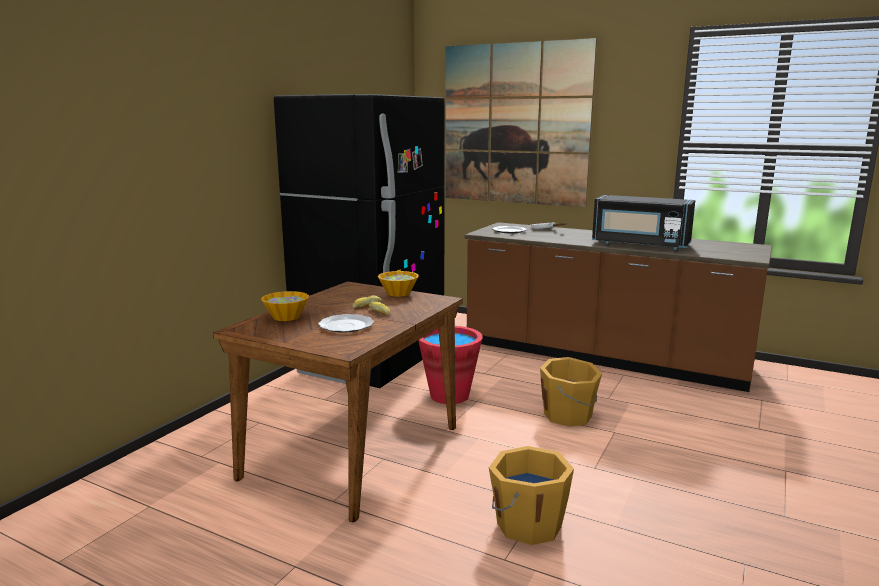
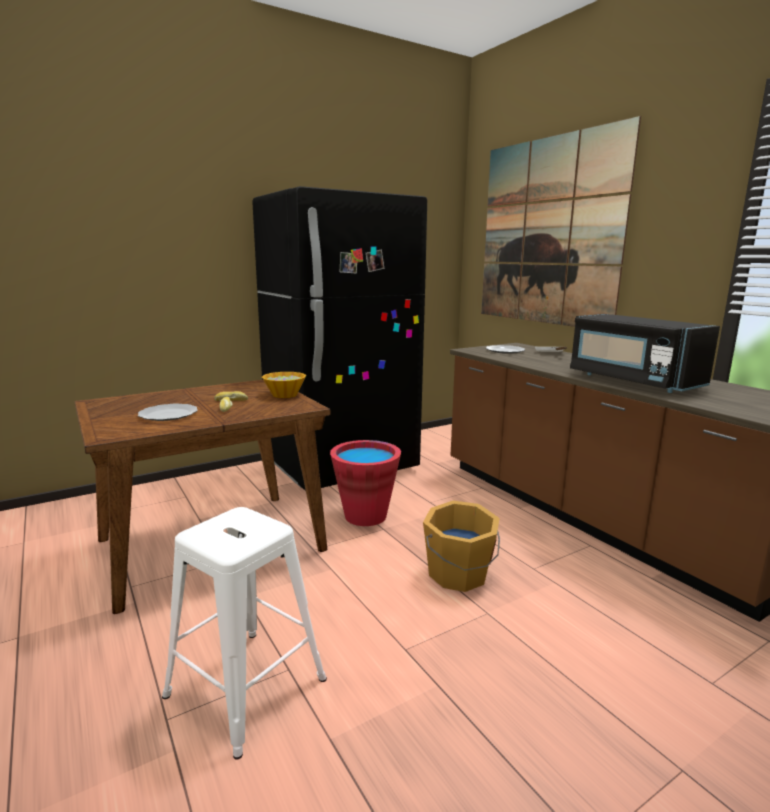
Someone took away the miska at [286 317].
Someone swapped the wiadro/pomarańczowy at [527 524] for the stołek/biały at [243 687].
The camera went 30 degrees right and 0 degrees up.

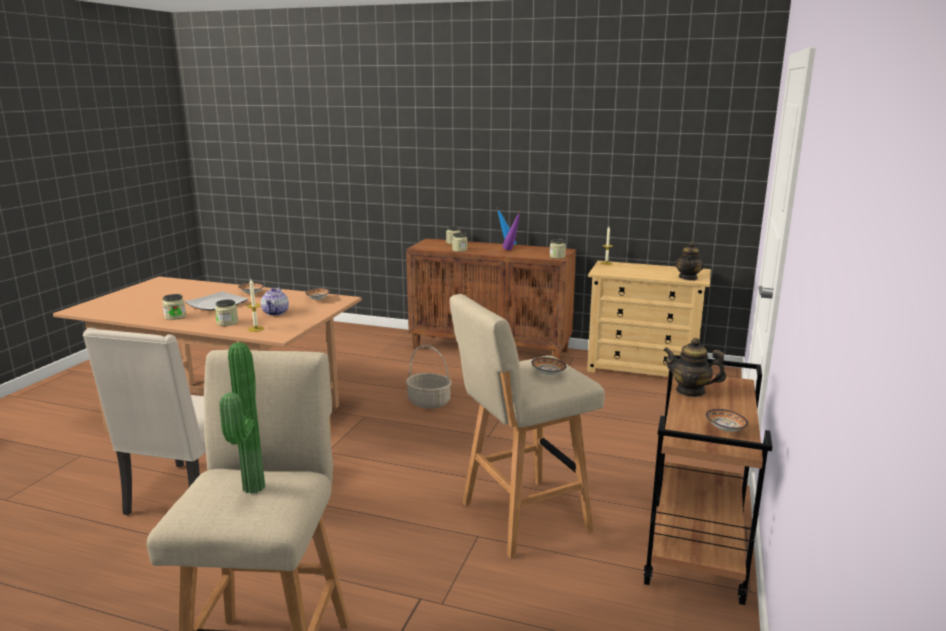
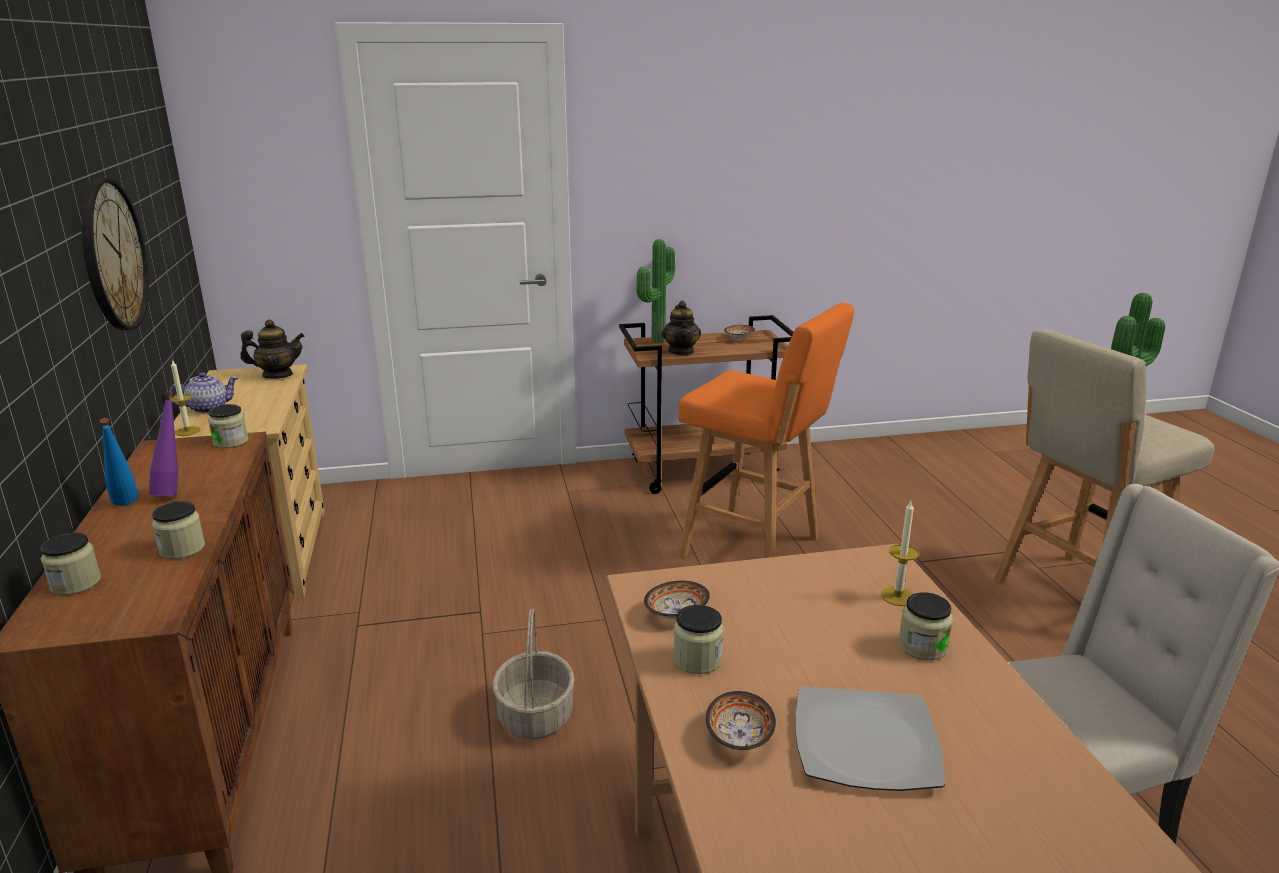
Someone carried the słoik from [175 316] to [697 659].
Someone carried the imbryk from [276 313] to [209 408].
Someone repainted the stołek/beżowy at [521 518], which became the stołek/pomarańczowy at [754 548].
Someone took away the miska at [548 373].
Someone put up the zegar ścienny at [113 255].
Someone put down the roślina doniczkowa at [655 340].
The camera went 120 degrees left and 5 degrees up.

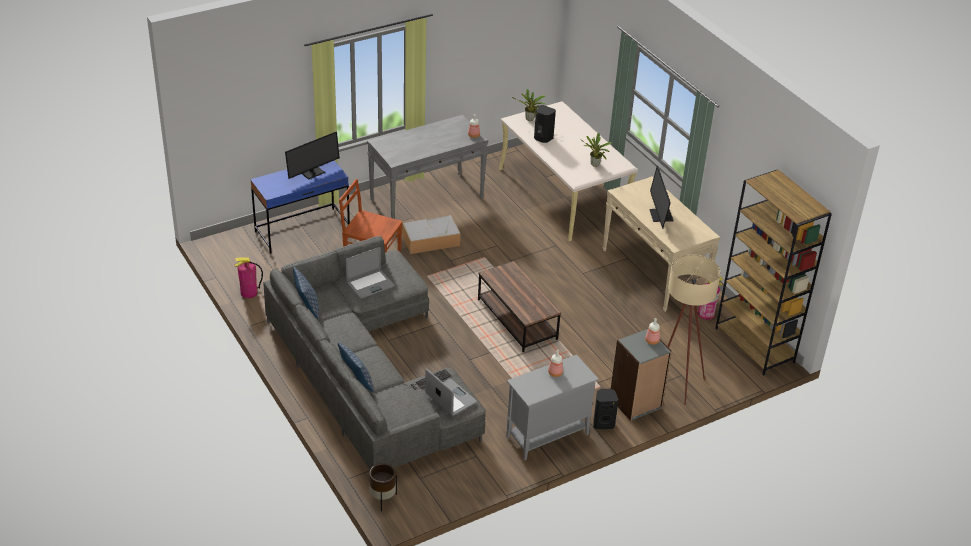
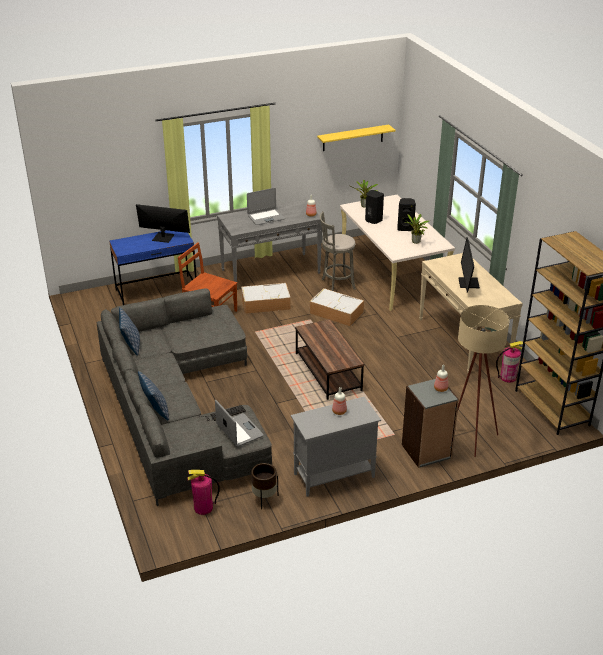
Someone carried the gaśnica from [249 292] to [203 508].
Someone rotated the monitor at [311 171] by 135 degrees counterclockwise.
Someone carried the laptop from [370 284] to [266 217].
Someone carried the donica/brązowy from [382 499] to [264 499].
Someone carried the głośnik/czarny from [603 423] to [405 228].
Someone put down the pojemnik do przechowywania at [337 313].
Someone put up the półka/żółty at [353 138].
Someone put down the stołek/szary at [336 284].
The camera went 10 degrees right and 5 degrees down.

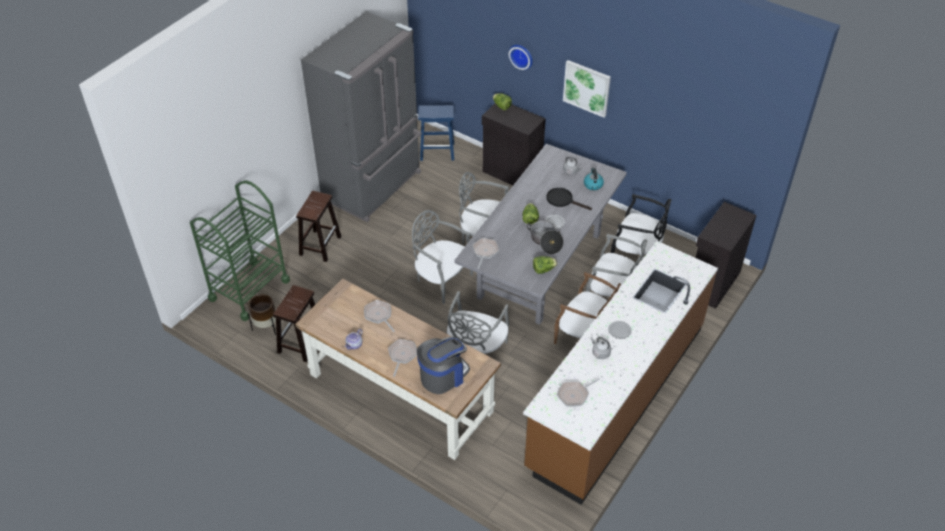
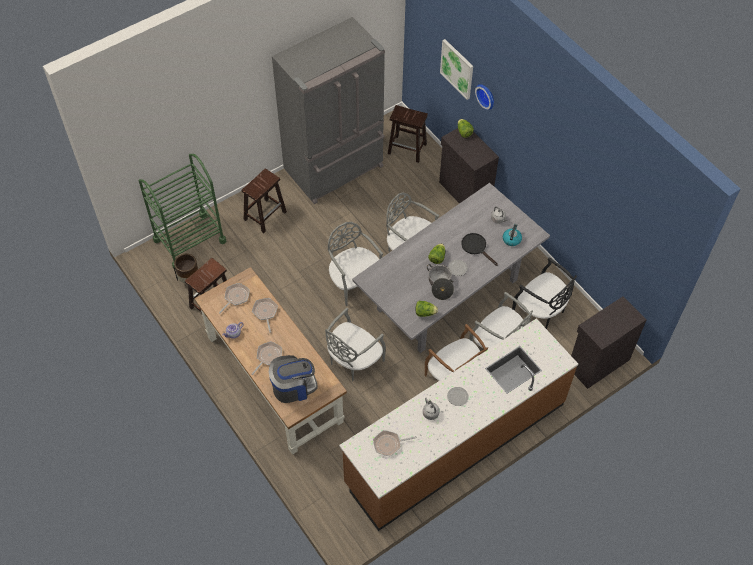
Someone repainted the stołek/niebieski at [438 151], which became the stołek/brązowy at [407 149].
Someone carried the patelnia from [485 252] to [235 297].
Someone carried the obraz from [587 88] to [457 68].
The camera went 20 degrees right and 10 degrees up.

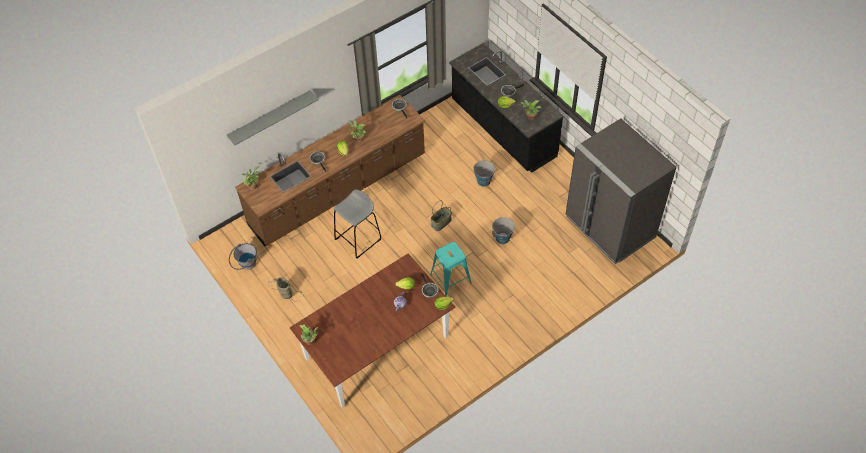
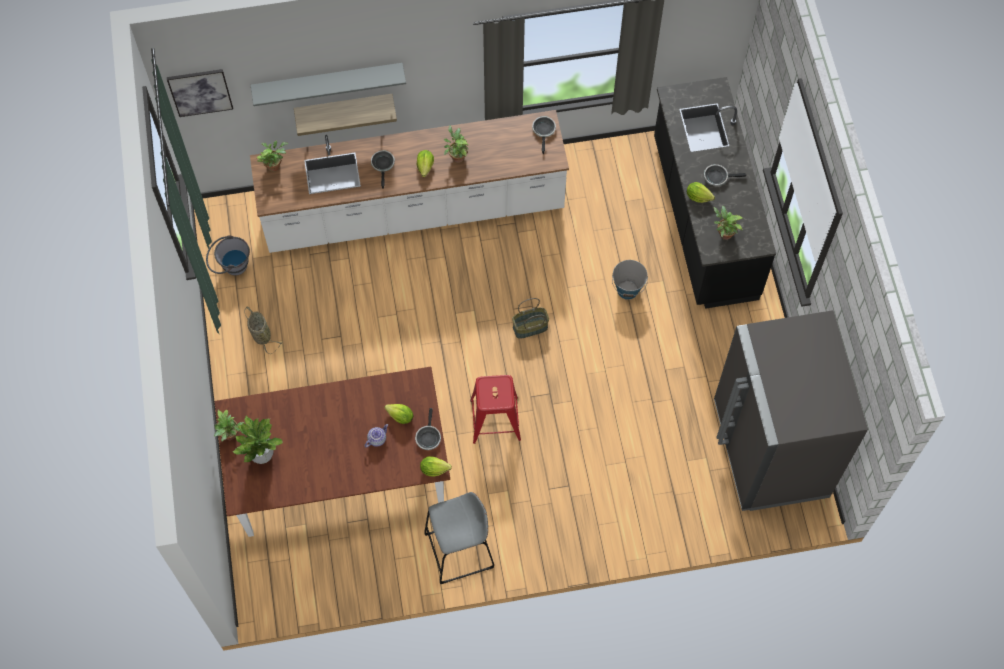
Someone repainted the zabudowa kuchenna/brązowy at [338 191], which became the zabudowa kuchenna/biały at [414 211].
Someone carried the stołek/szary from [358 239] to [459 551].
Someone repainted the stołek/turkusowy at [451 279], which became the stołek/czerwony at [495 420].
Someone took away the wiadro at [502 238].
Someone put up the obraz at [200 92].
Someone put down the roślina doniczkowa at [262 455].
Someone put up the półka at [344 108].
The camera went 25 degrees right and 10 degrees up.

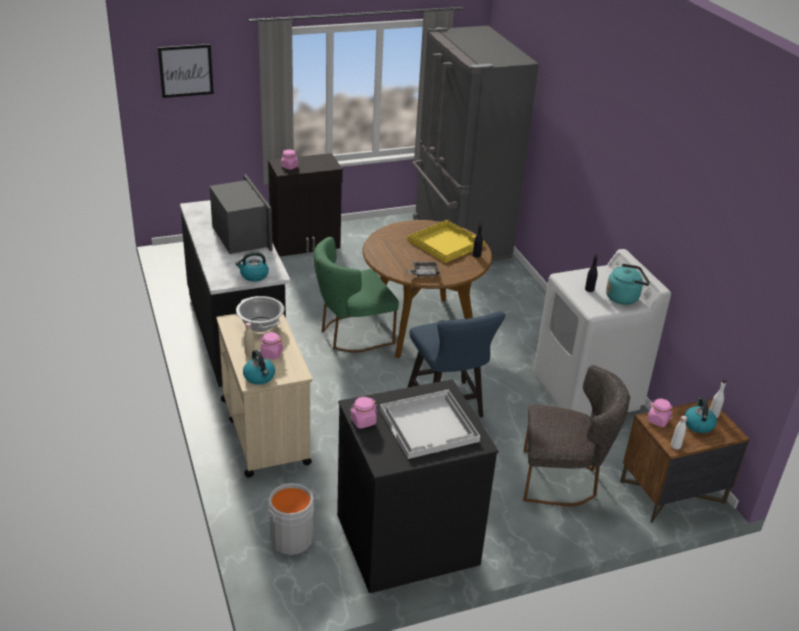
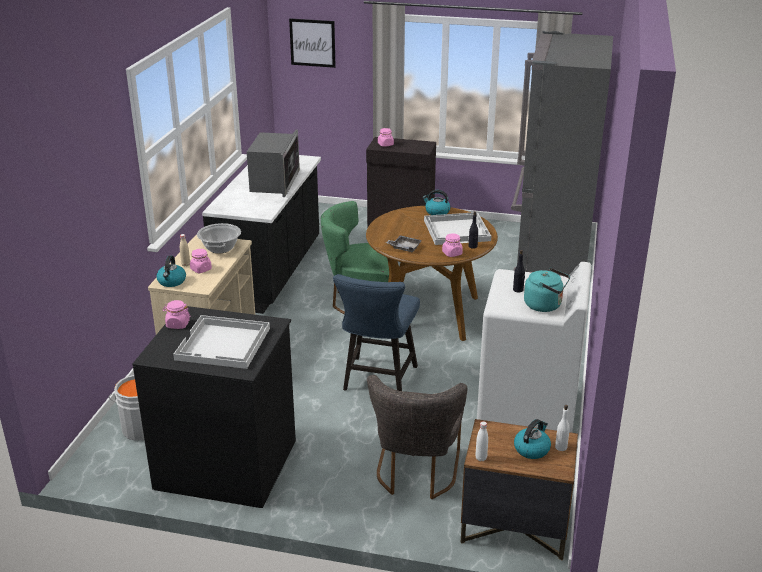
Someone carried the czajnik from [254 275] to [437 212].
Someone repainted the taca/żółty at [446 242], which became the taca/biały at [457 230].
Someone rotated the krzesło/szary at [563 479] by 60 degrees clockwise.
Someone carried the słoik/różowy from [657 420] to [452 253].
The camera went 35 degrees right and 5 degrees down.

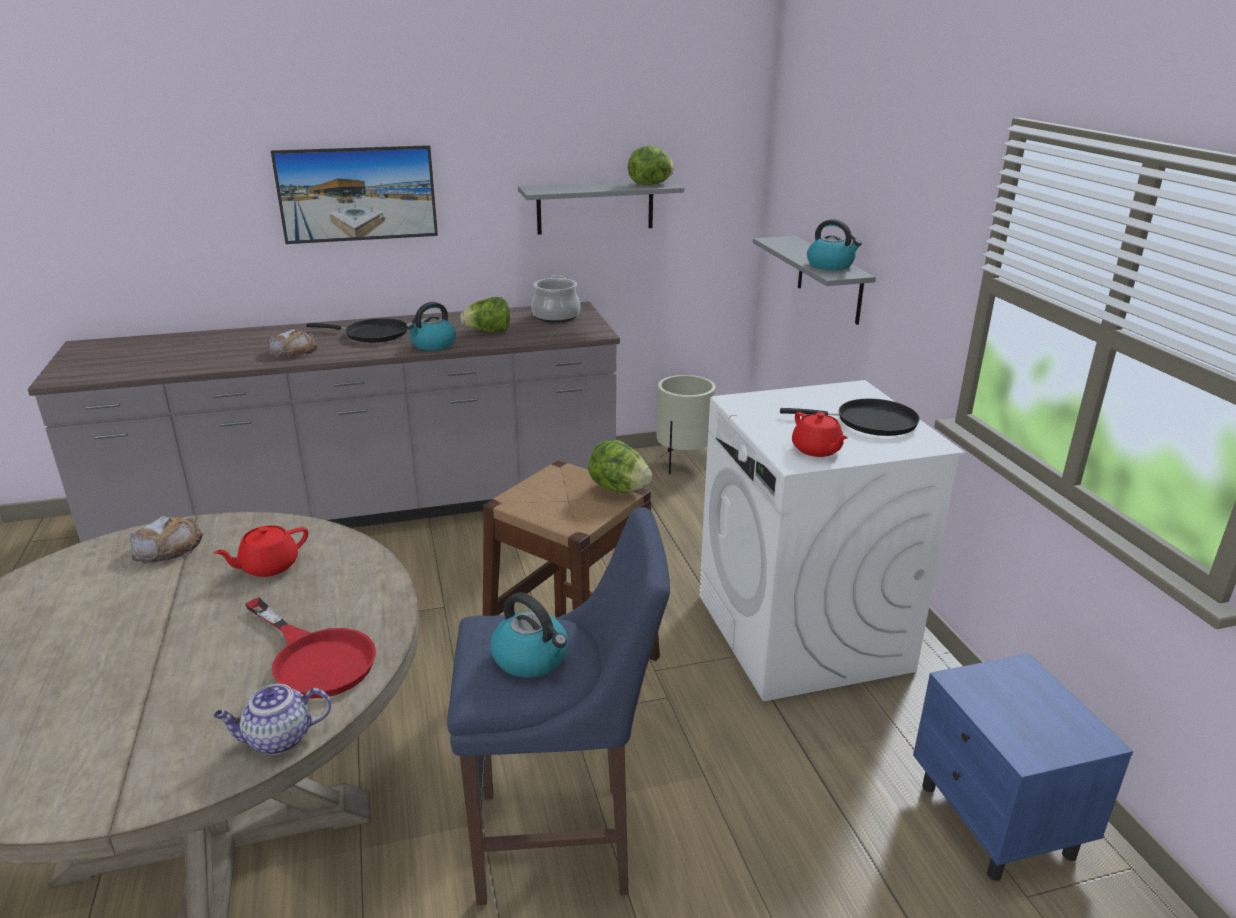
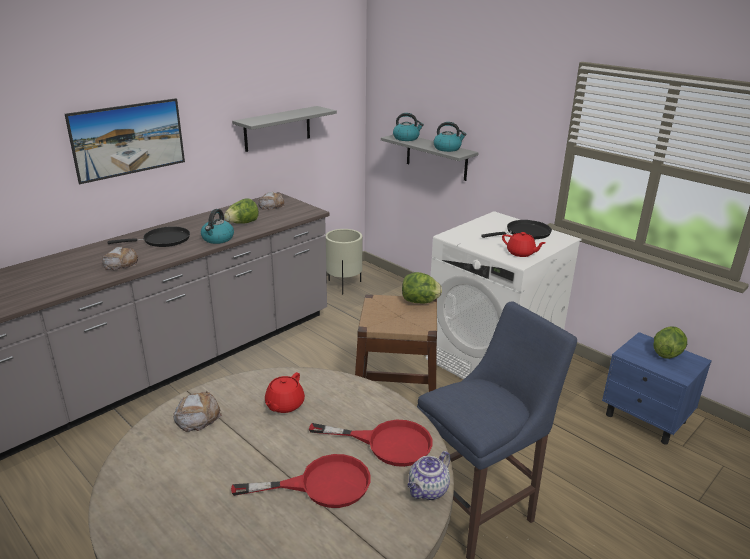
Someone carried the czajnik from [531 658] to [406 138].
Someone swapped the garnek at [555 316] for the chleb at [271 205].
Someone carried the sałata from [651 184] to [667 353].
Someone put down the patelnia/czerwony at [321 485].
The camera went 30 degrees left and 0 degrees up.

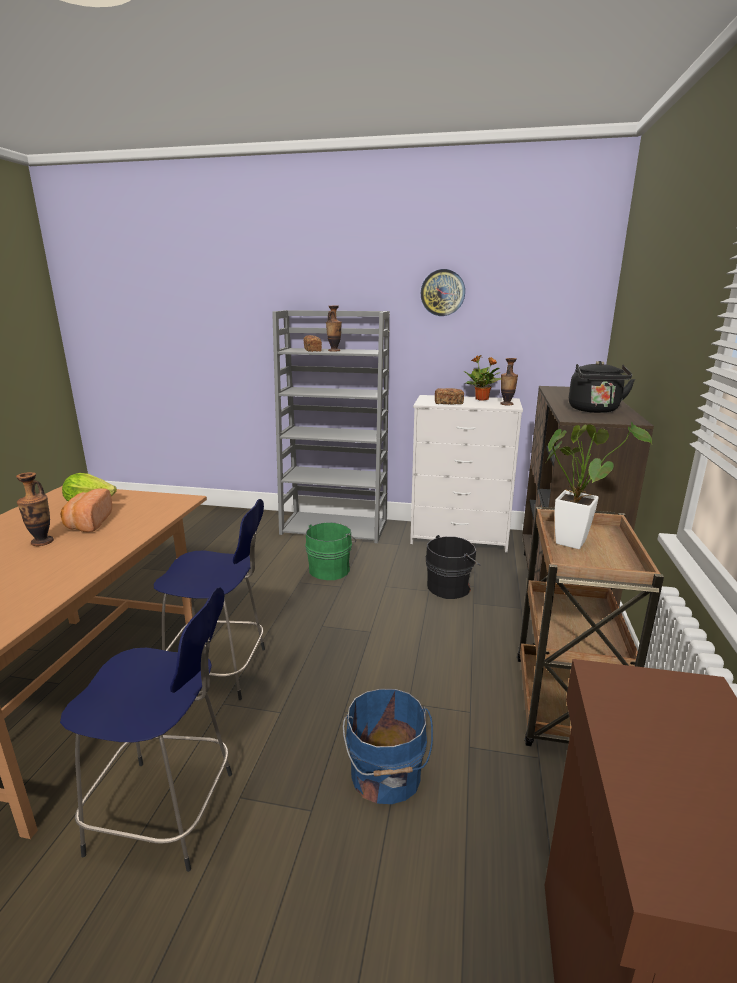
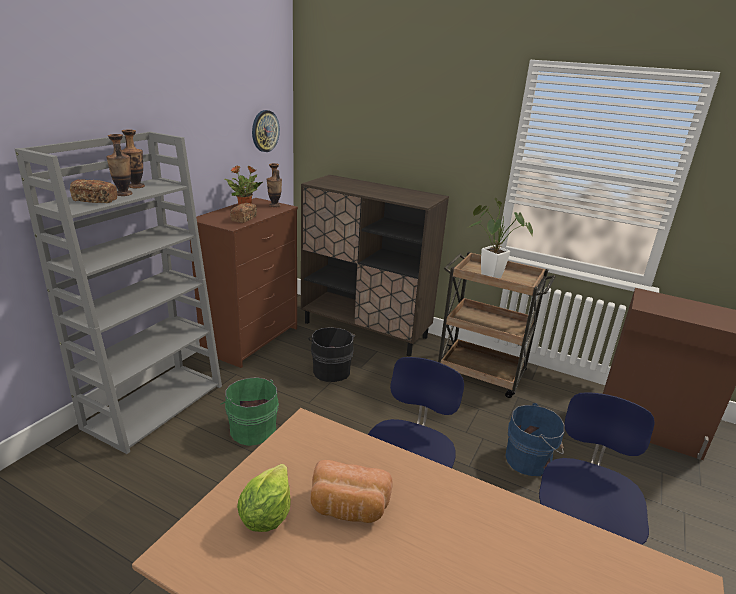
Someone carried the wazon from [42 542] to [136 186].
Someone repainted the komoda/biały at [460 537], which became the komoda/brązowy at [251 339].
Someone carried the zegar ścienny from [442 292] to [265 131].
Someone took away the czajnik/czarny at [595 410].
The camera went 75 degrees left and 5 degrees up.

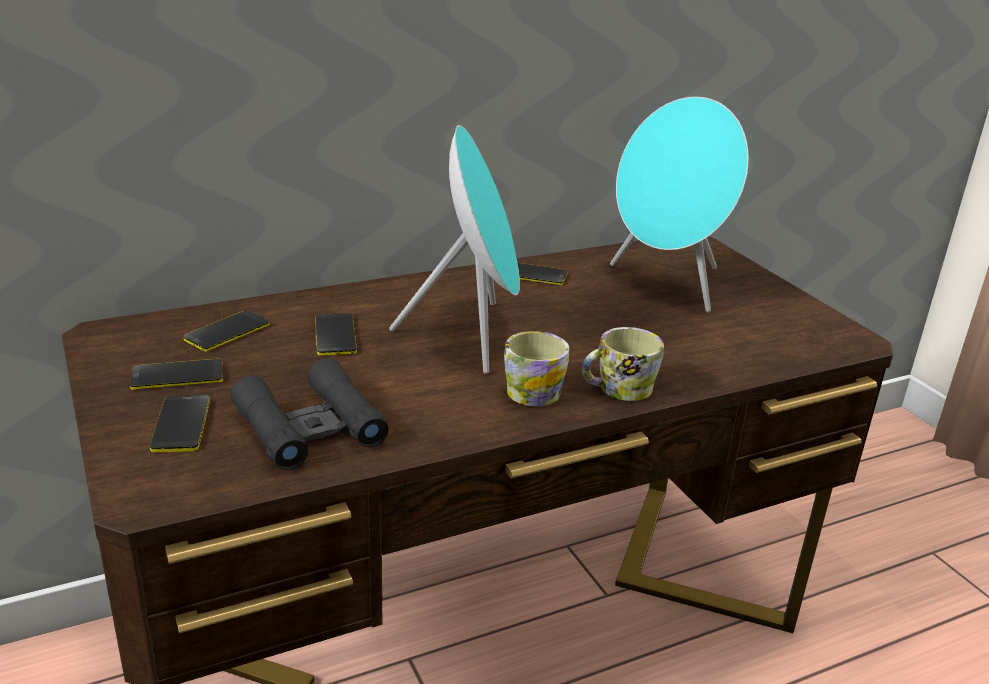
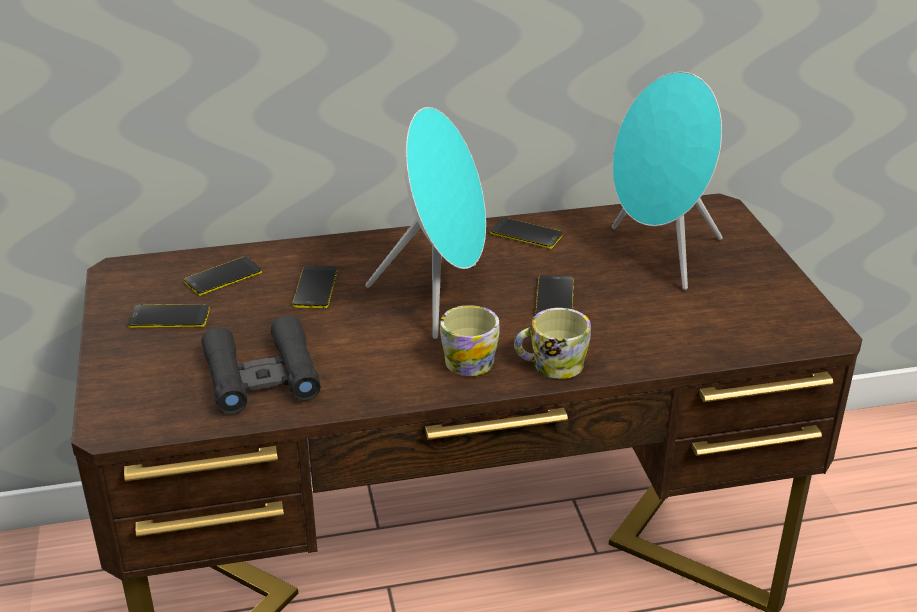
Someone carried the telefon from [181 424] to [554 298].
The camera went 15 degrees right and 5 degrees up.

